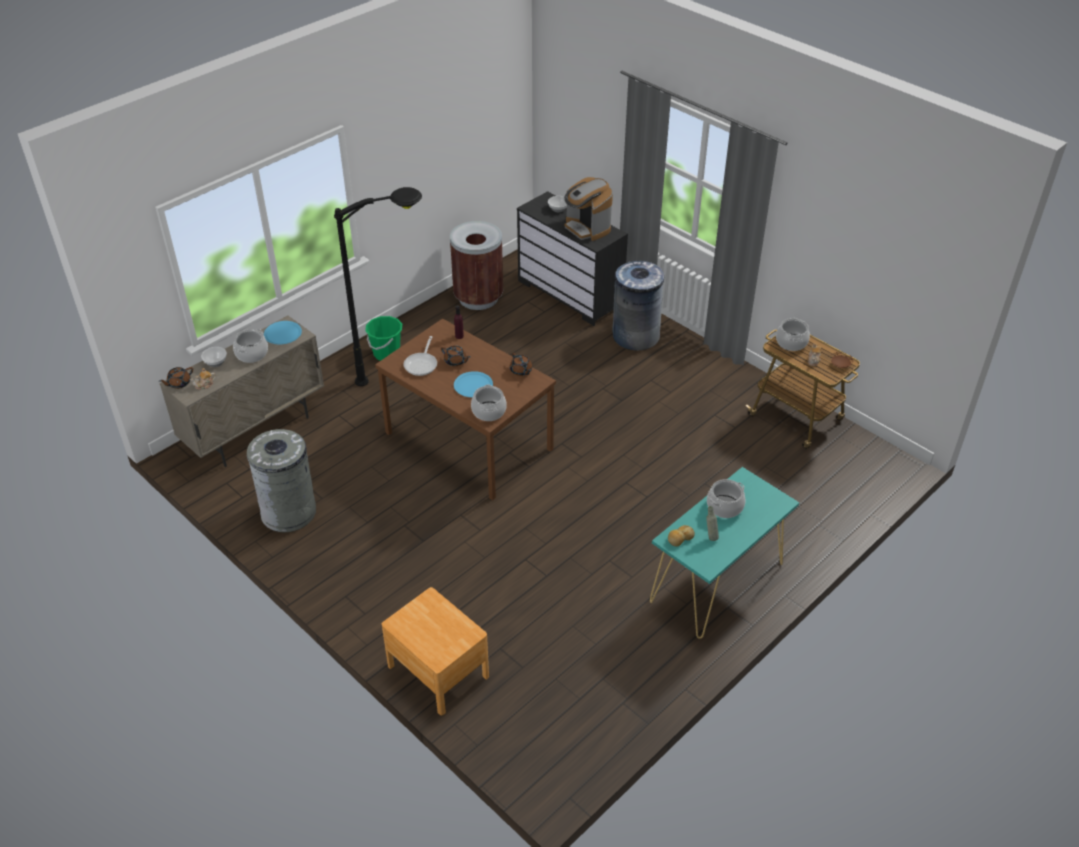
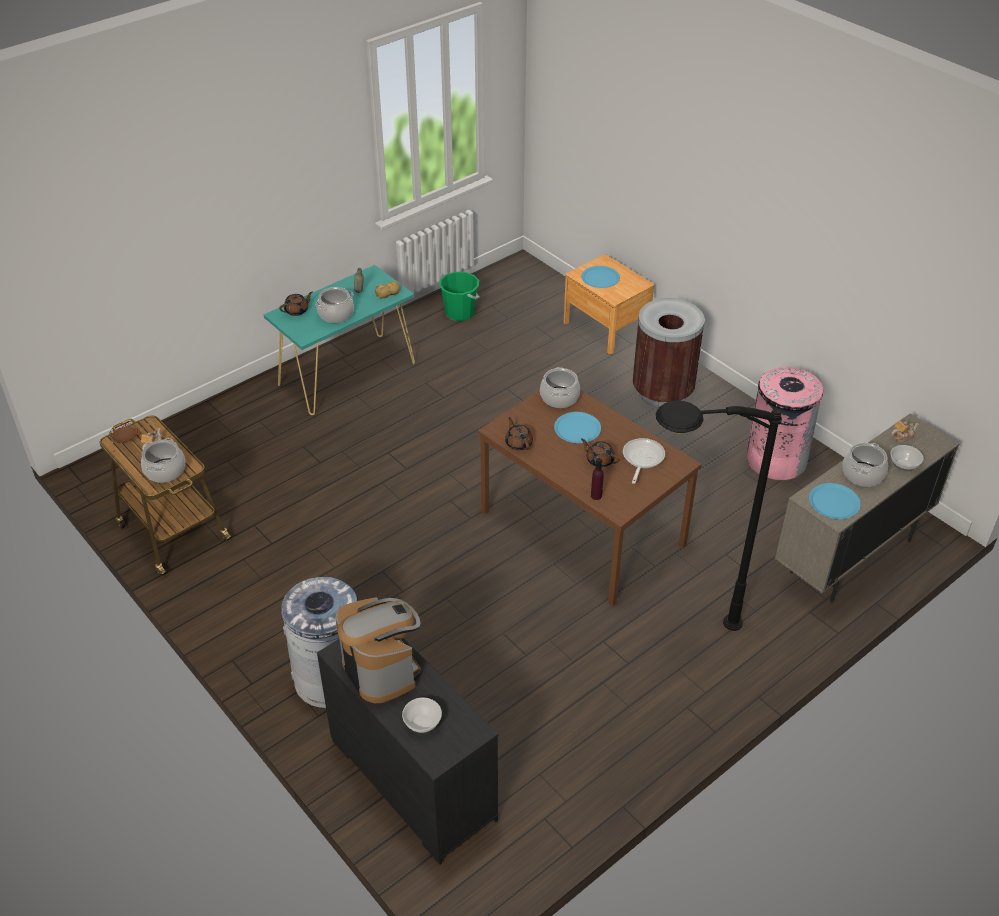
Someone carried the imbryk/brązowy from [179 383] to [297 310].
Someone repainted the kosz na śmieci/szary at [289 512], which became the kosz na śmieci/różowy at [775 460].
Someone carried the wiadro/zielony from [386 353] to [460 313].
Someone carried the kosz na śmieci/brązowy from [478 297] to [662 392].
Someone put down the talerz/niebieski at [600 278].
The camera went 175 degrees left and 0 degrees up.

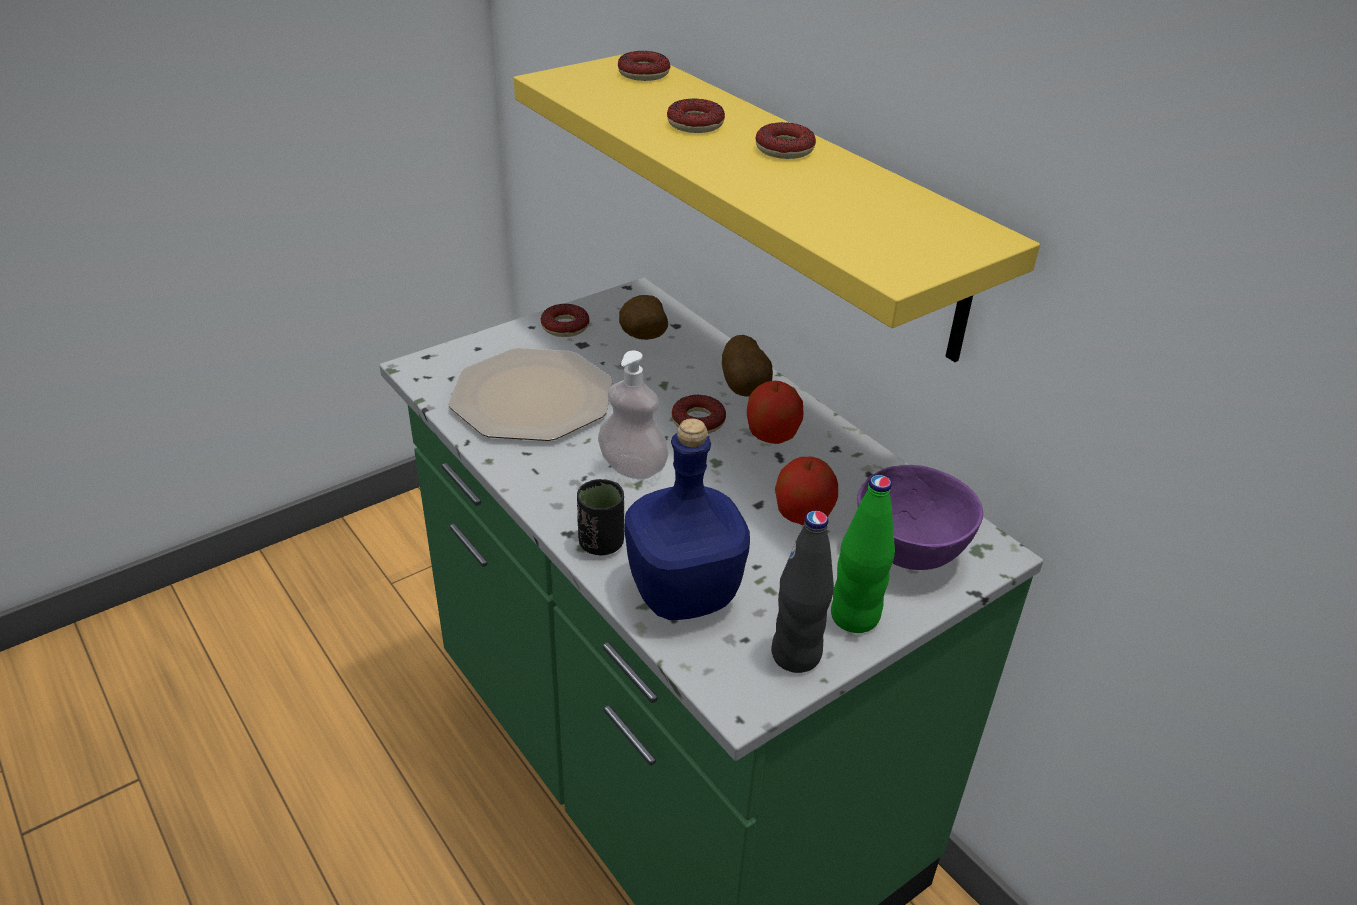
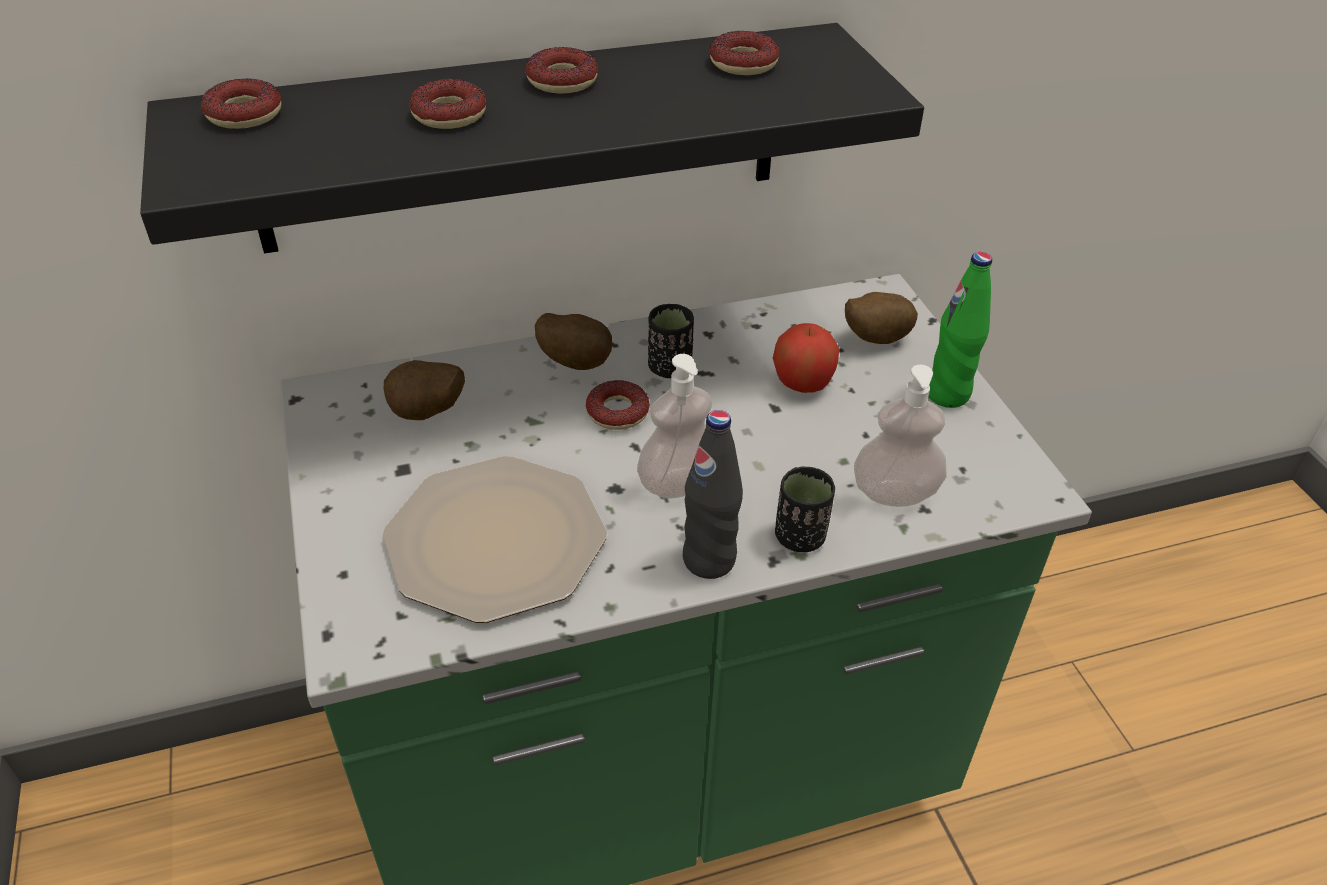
Someone repainted the półka/żółty at [800 198], which became the półka/czarny at [523 139].
Someone carried the donut from [565 326] to [743 63].
Someone swapped the butelka/niebieski at [684 595] for the dozownik mydła at [894 493].
Someone swapped the jabłko at [772 436] for the filiżanka/czarny at [670 368].
Someone carried the butelka/czarny from [796 655] to [709 560].
Someone swapped the miska/fioletowy at [908 553] for the ziemniak at [874 339].
The camera went 70 degrees left and 5 degrees up.

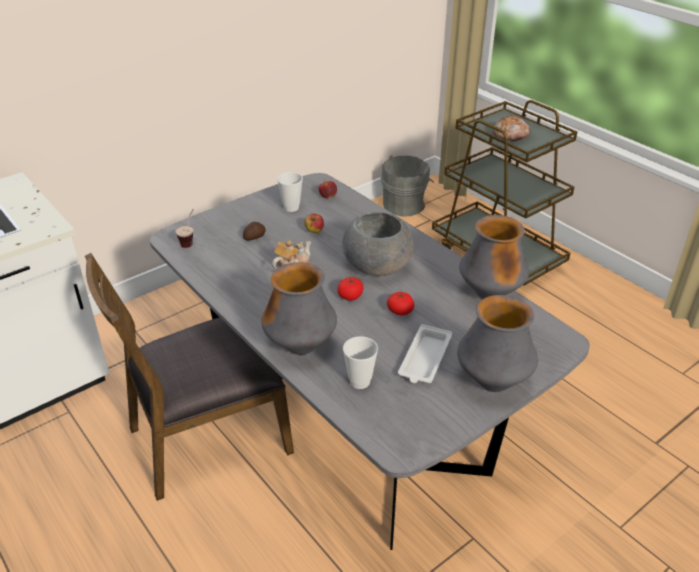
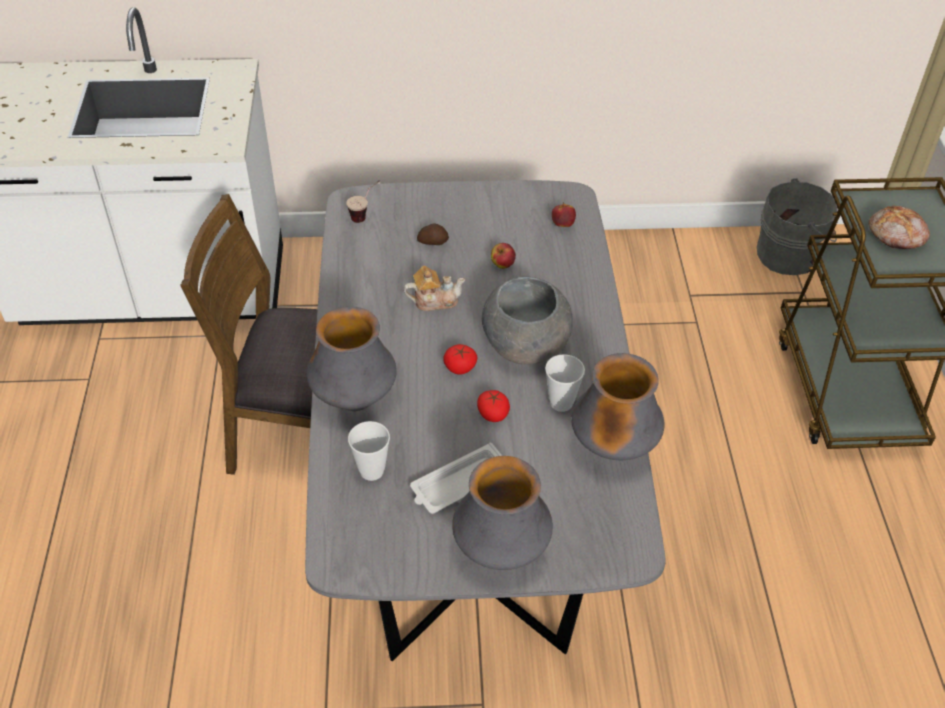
Someone carried the filiżanka from [291 208] to [561 403].
The camera went 35 degrees right and 10 degrees up.

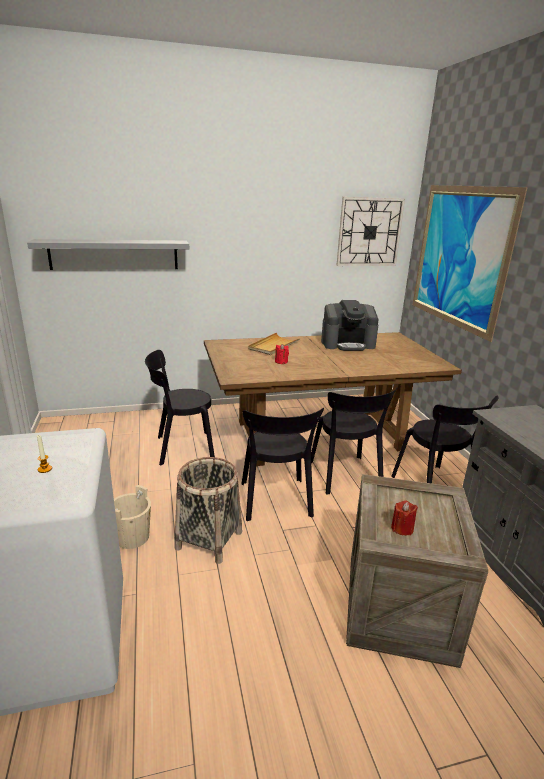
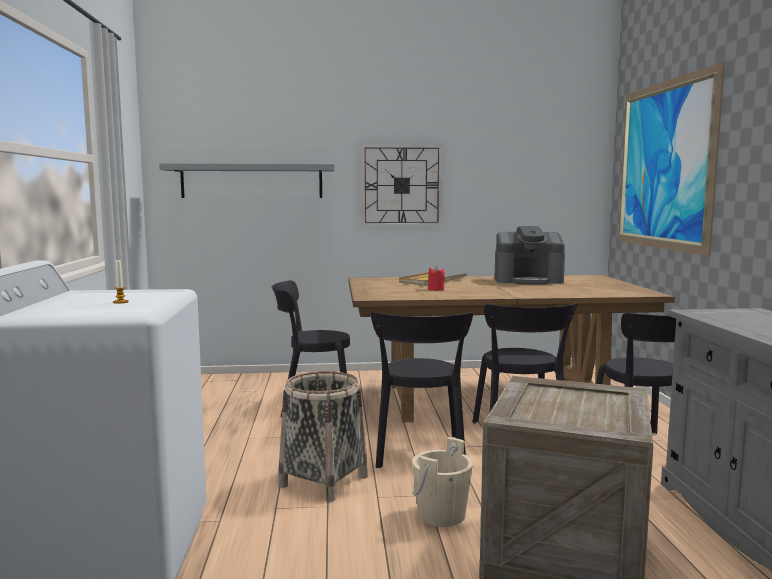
Someone carried the wiadro/beżowy from [132 537] to [441 515].
Someone carried the zegar ścienny from [369 232] to [401 185].
Someone took away the świeca/czerwony at [402 528].
The camera went 10 degrees right and 15 degrees down.

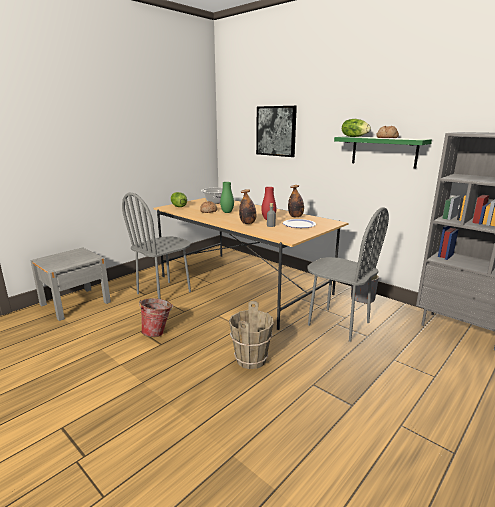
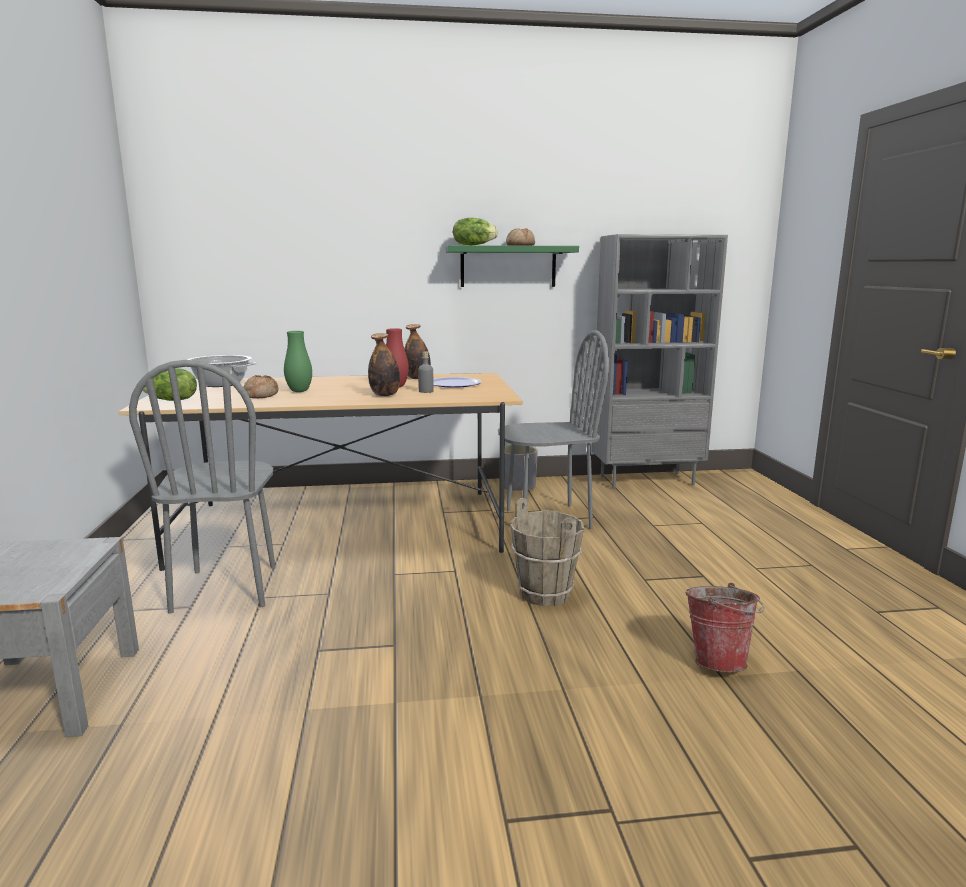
Someone carried the wiadro from [158 332] to [718 660].
Someone took away the obraz at [276 131].
The camera went 50 degrees left and 5 degrees down.

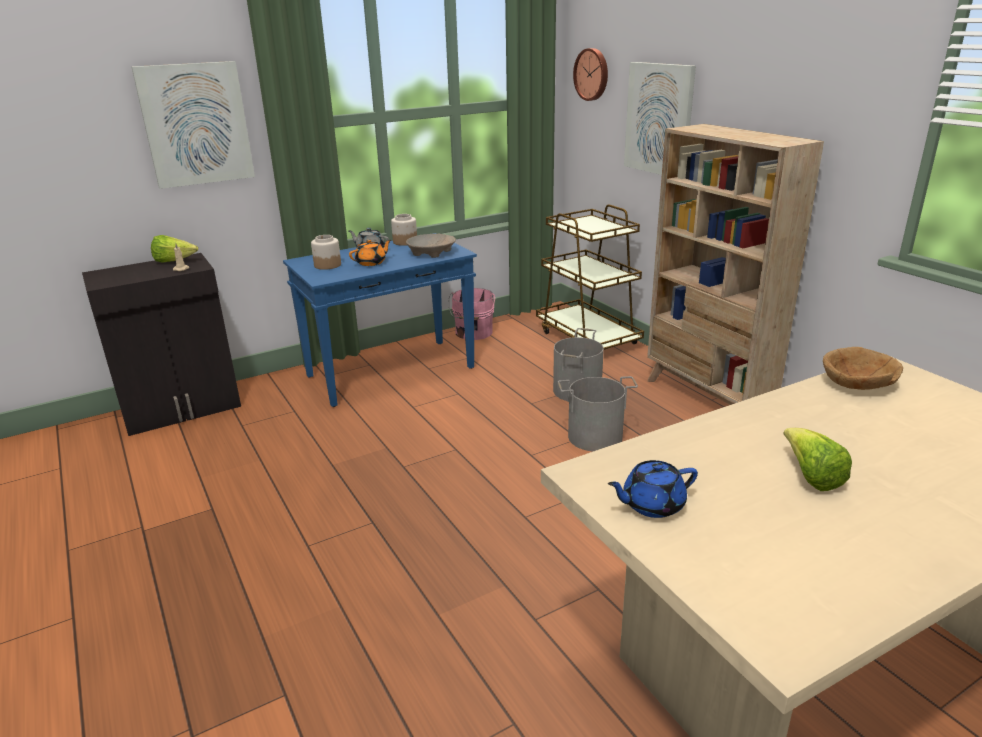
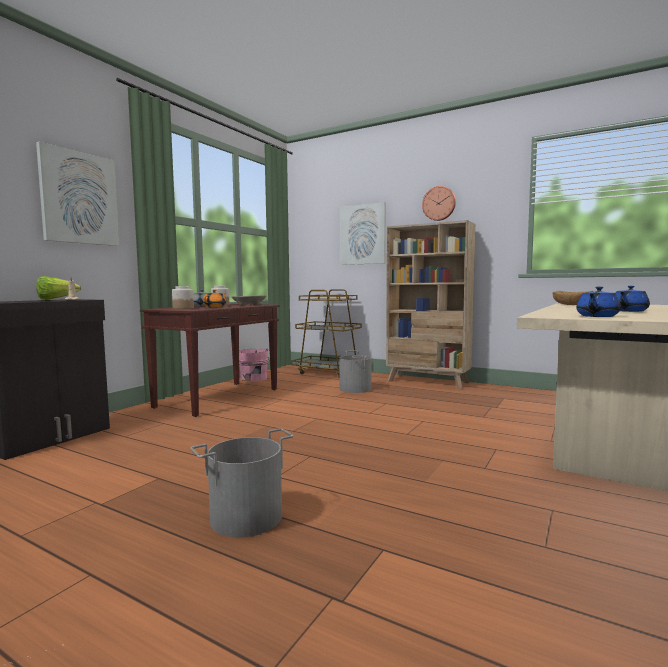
Someone repainted the stolik konsolowy/niebieski at [392 371], which became the stolik konsolowy/brązowy at [219 398].
Someone carried the wiadro/szary from [594 436] to [246 517].
Someone carried the zegar ścienny from [592 74] to [439 203].
Someone swapped the sałata at [811 476] for the imbryk/niebieski at [628 311].
The camera went 30 degrees left and 20 degrees down.

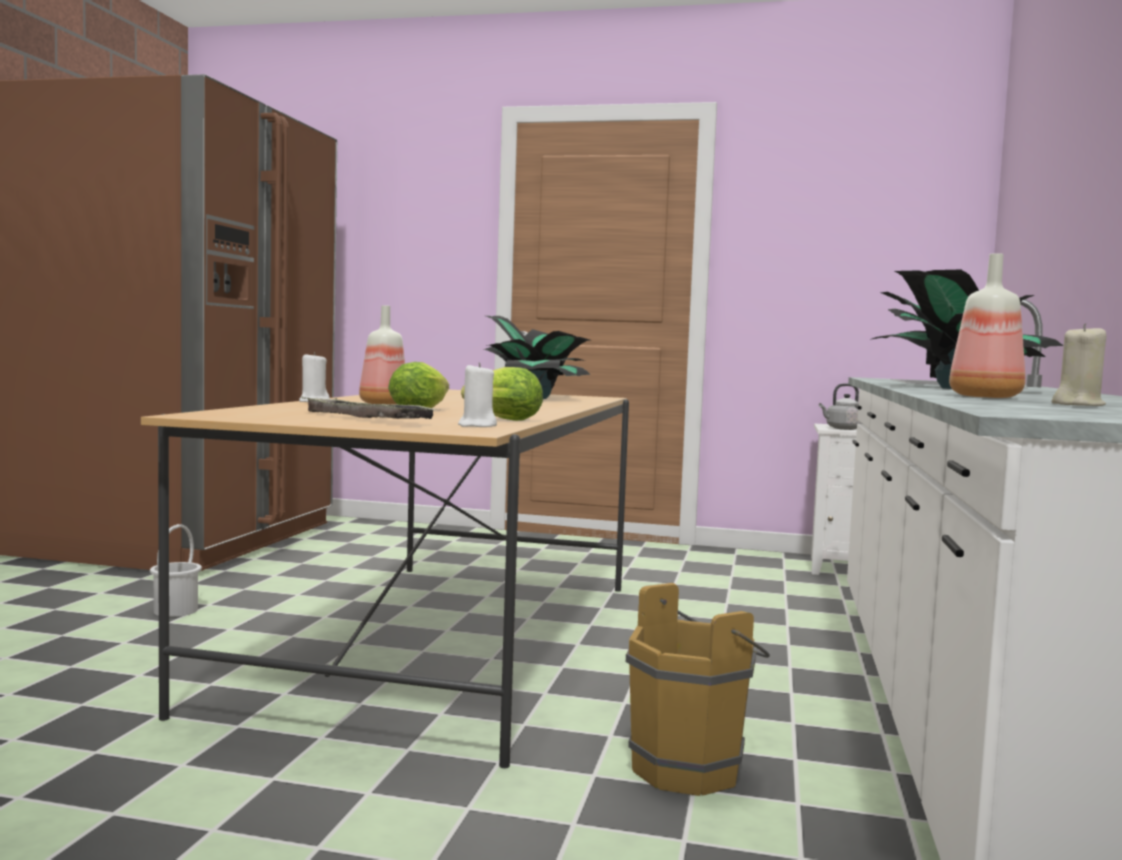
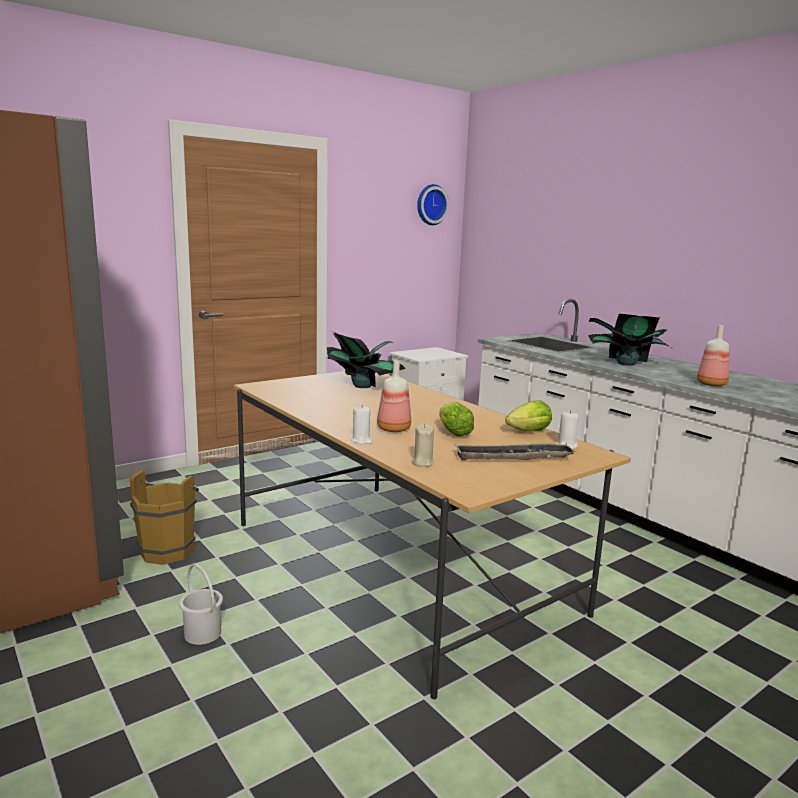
Someone carried the wiadro/brązowy from [693 768] to [169 550].
Someone took away the czajnik/szary at [842 429].
Someone carried the świeca/beżowy from [1077 405] to [422 462].
Someone put up the zegar ścienny at [430 205].
The camera went 50 degrees left and 10 degrees up.

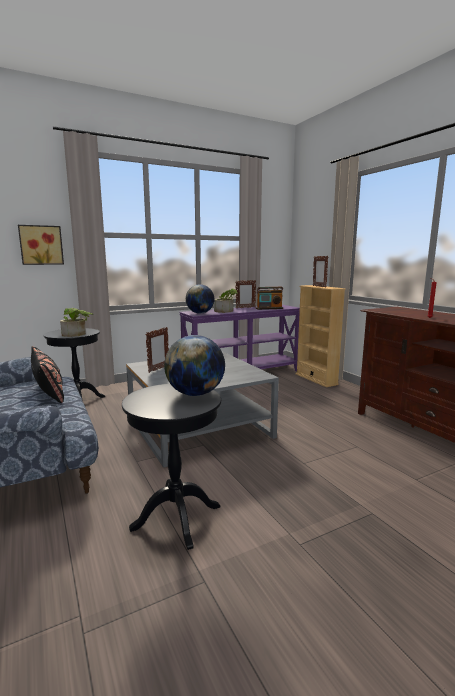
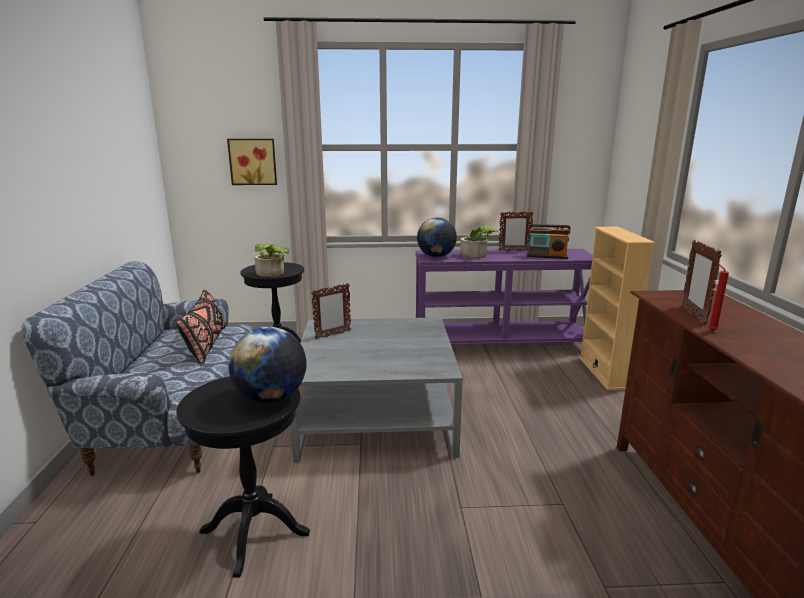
Someone carried the ramka na zdjęcie from [319 286] to [693 314].
The camera went 25 degrees right and 5 degrees up.

